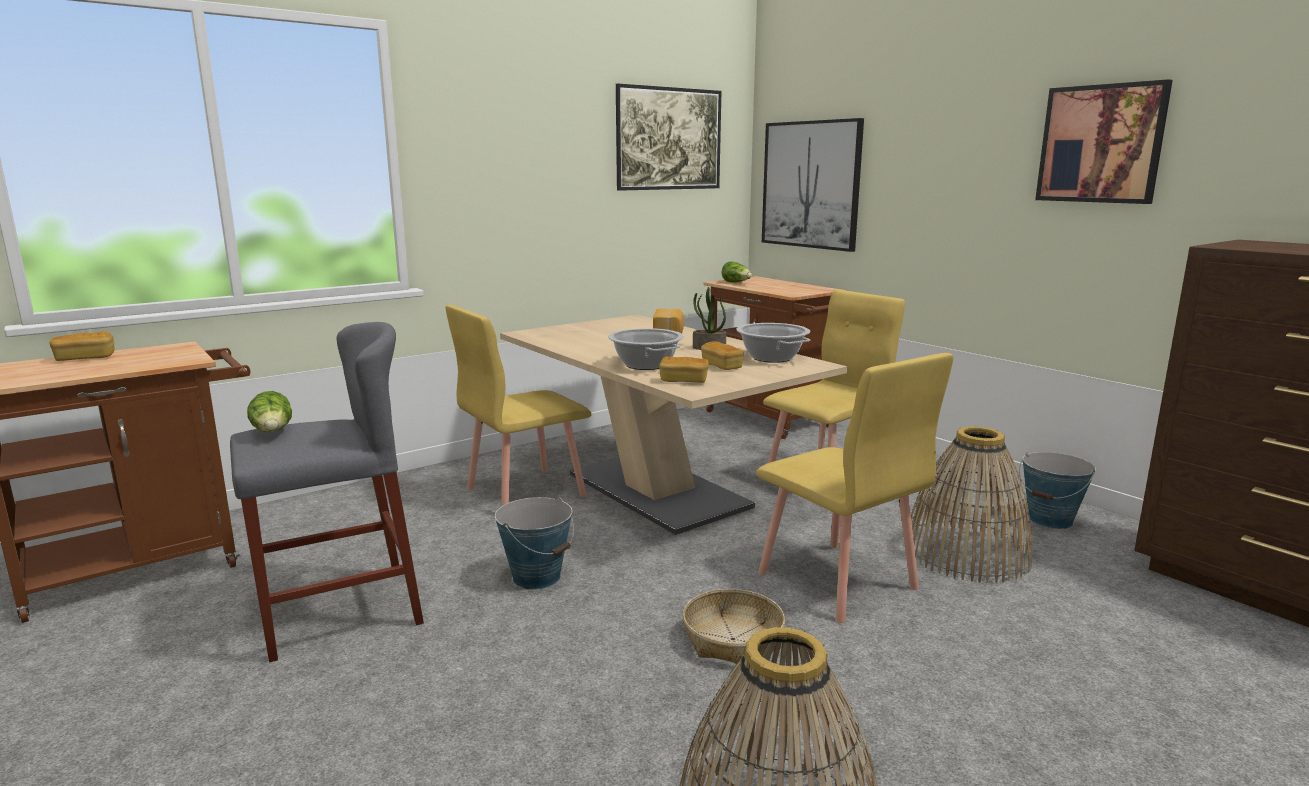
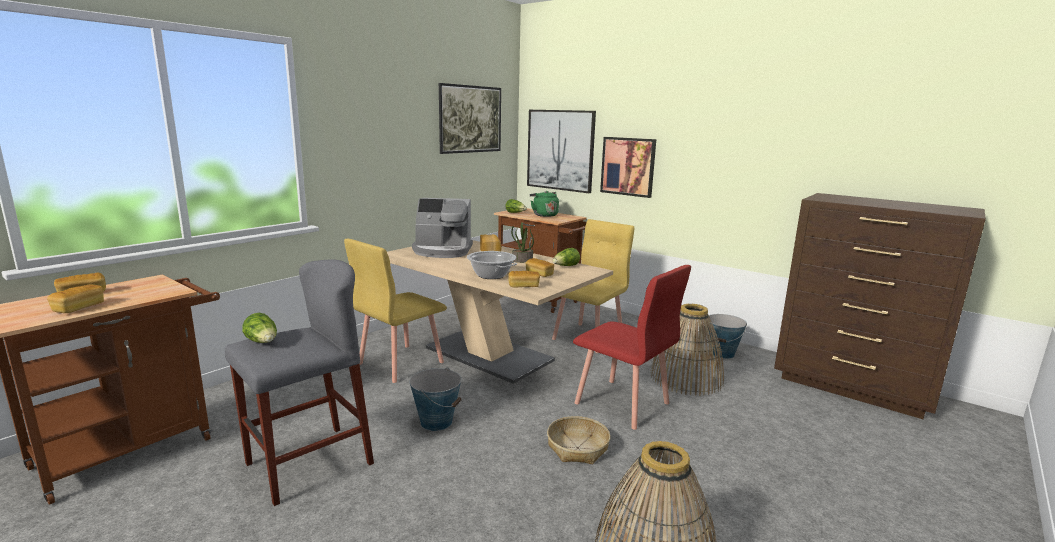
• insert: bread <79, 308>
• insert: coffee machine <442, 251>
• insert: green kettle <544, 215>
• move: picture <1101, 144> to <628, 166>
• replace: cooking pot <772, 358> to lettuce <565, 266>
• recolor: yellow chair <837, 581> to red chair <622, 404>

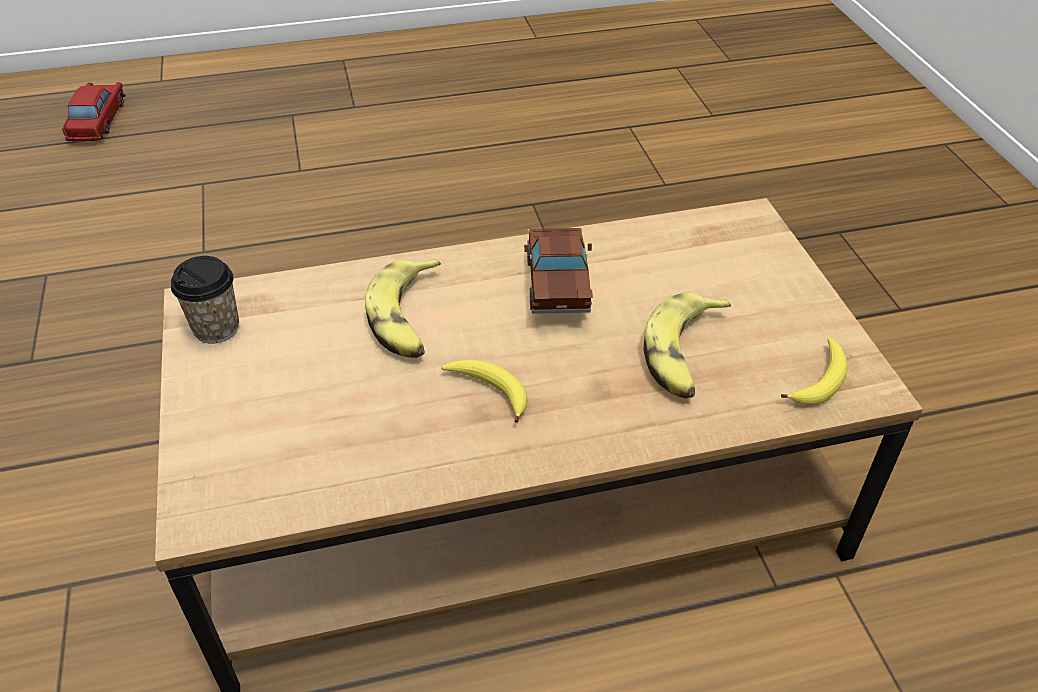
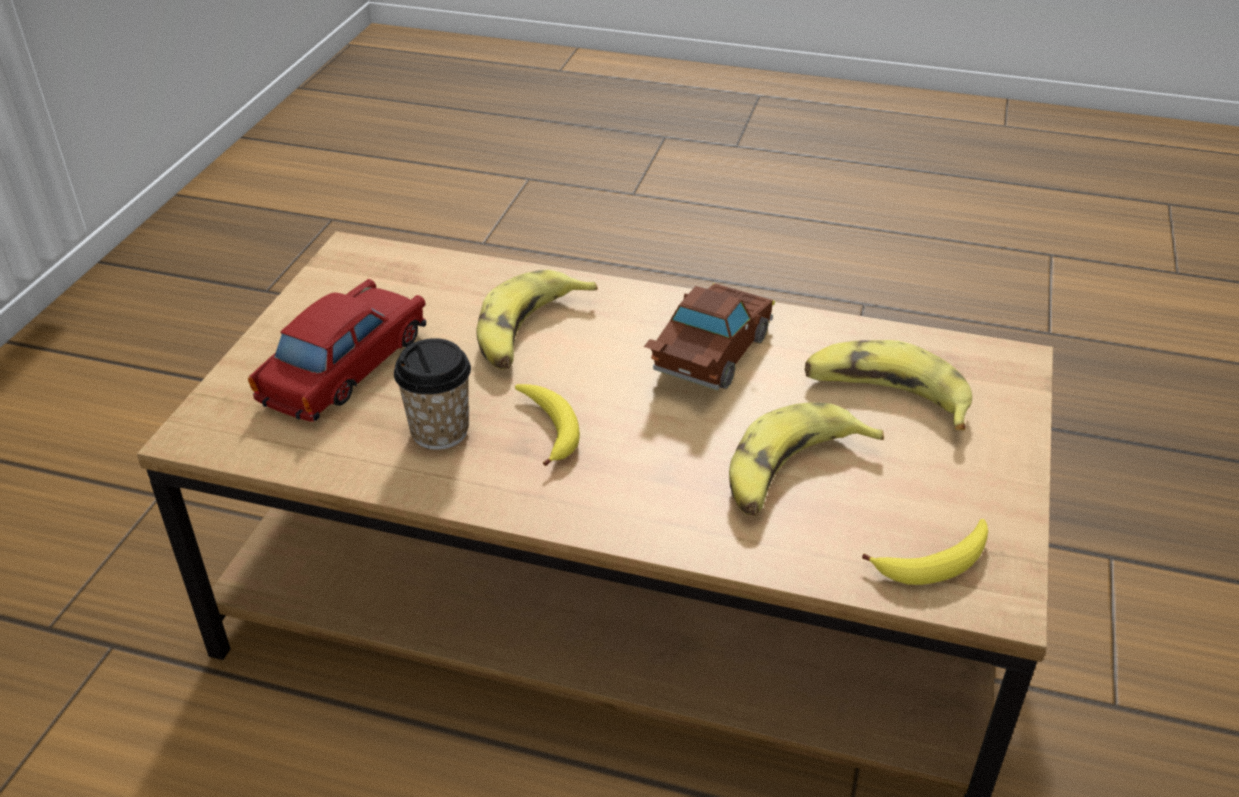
• insert: banana <885, 397>
• move: red toy car <97, 121> to <344, 367>
• move: cup <216, 328> to <440, 431>

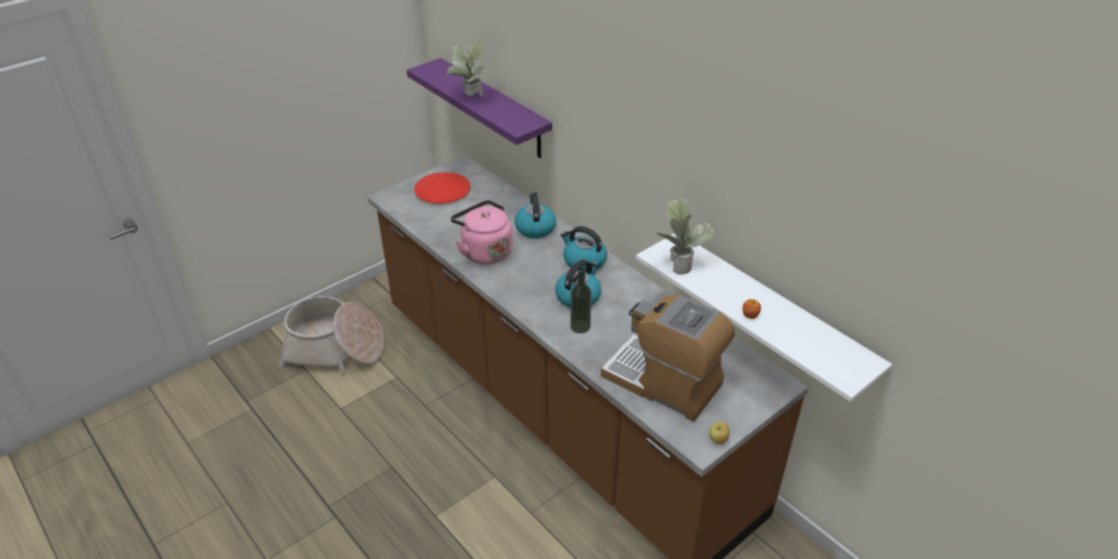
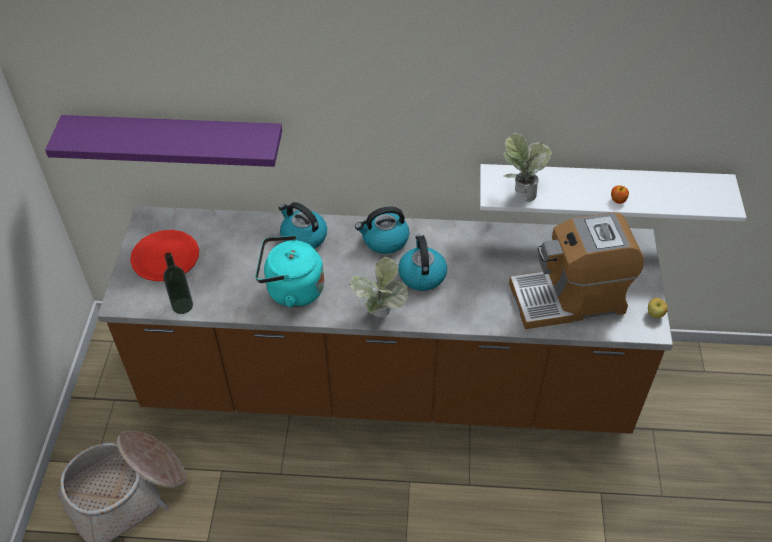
• move: potted plant <469, 98> to <379, 317>
• move: bottle <580, 326> to <182, 306>
• recolor: pink kettle <484, 251> to turquoise kettle <291, 290>

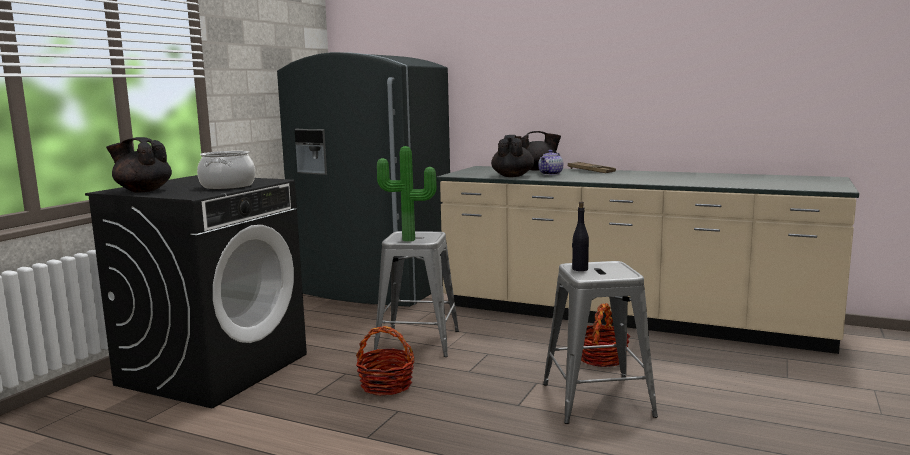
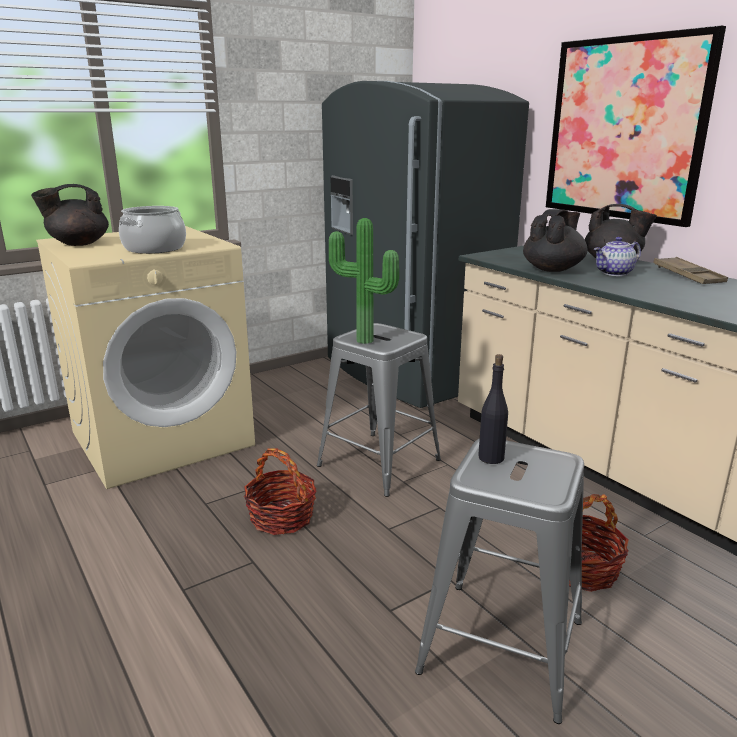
• insert: picture <625, 129>
• recolor: black washing machine <214, 369> to beige washing machine <163, 438>
• rotate: black teapot <143, 191> = <78, 244> 75 degrees counterclockwise

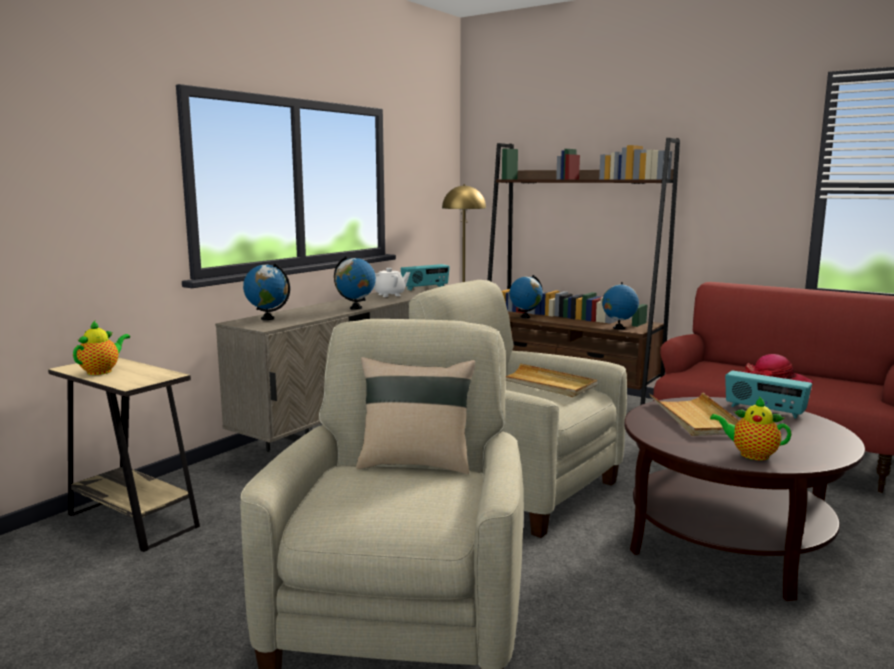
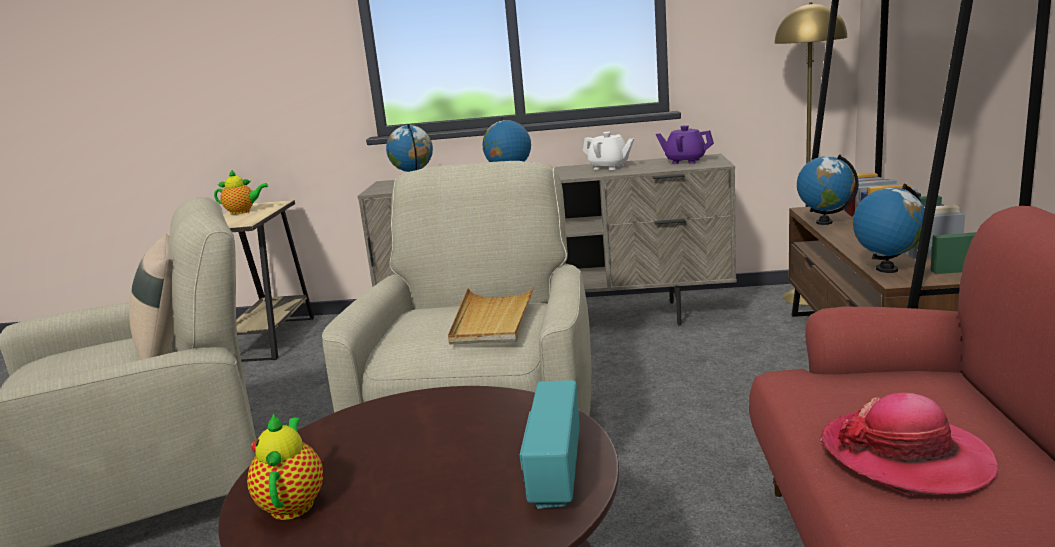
• delete: beige tray <696, 418>
• replace: radio <425, 288> to purple teapot <685, 161>

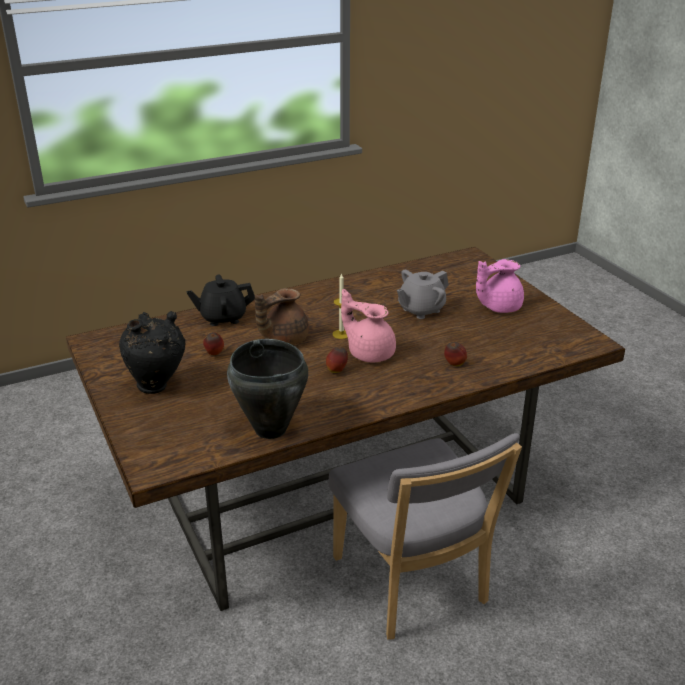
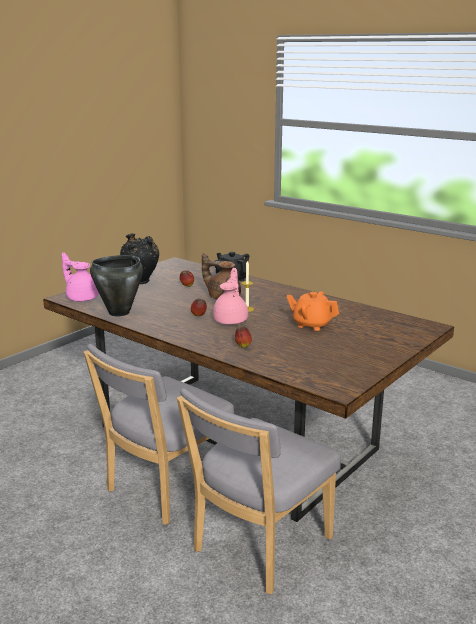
• insert: grey chair <258, 547>
• move: pink teapot <498, 307> to <82, 298>
• recolor: grey teapot <421, 310> to orange teapot <311, 324>

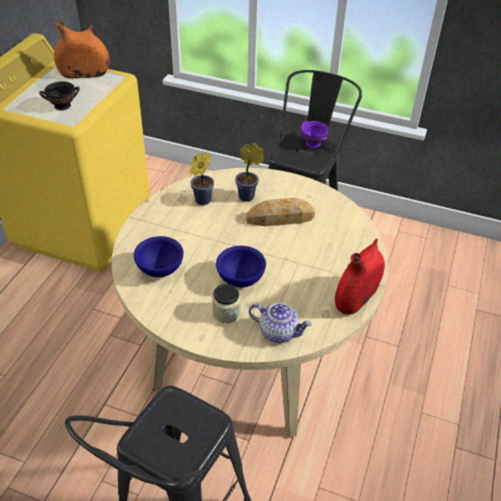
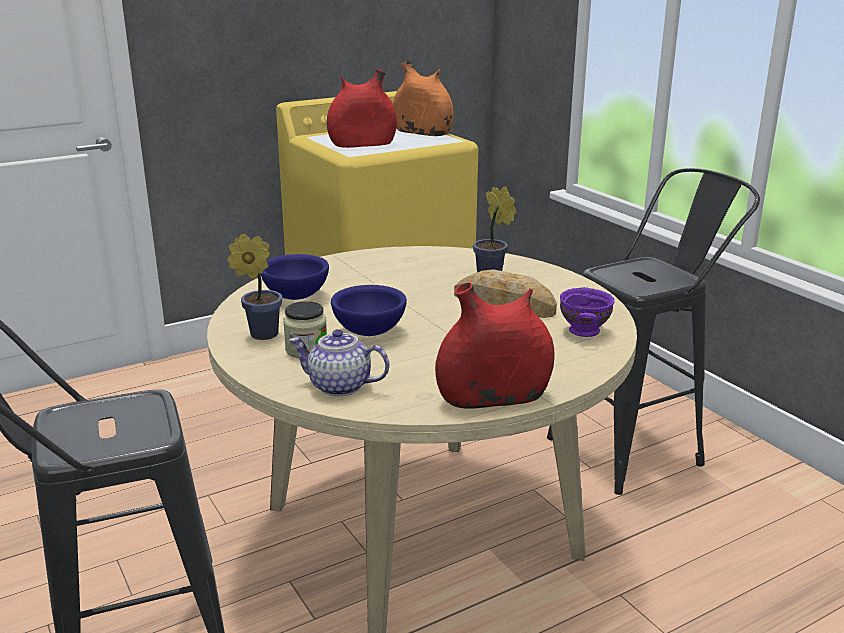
• move: potted plant <201, 201> to <260, 334>
• move: purple bowl <313, 144> to <583, 331>
• replace: black bowl <62, 106> to red vase <362, 144>
• rotate: teapot <279, 332> = <339, 386> 135 degrees clockwise

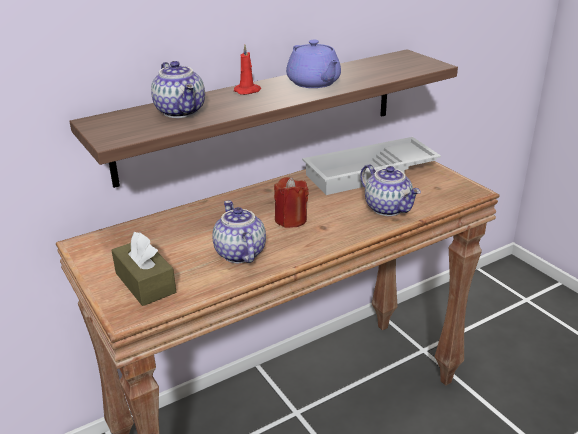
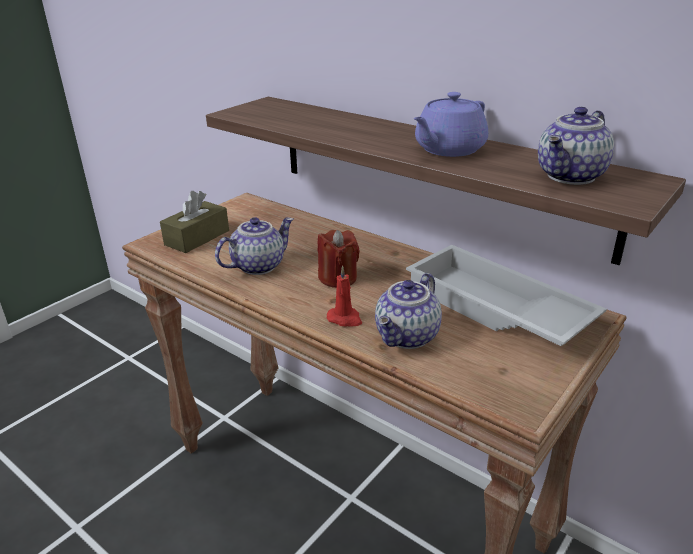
• move: teapot <182, 112> to <571, 177>
• move: red candle <248, 91> to <345, 319>

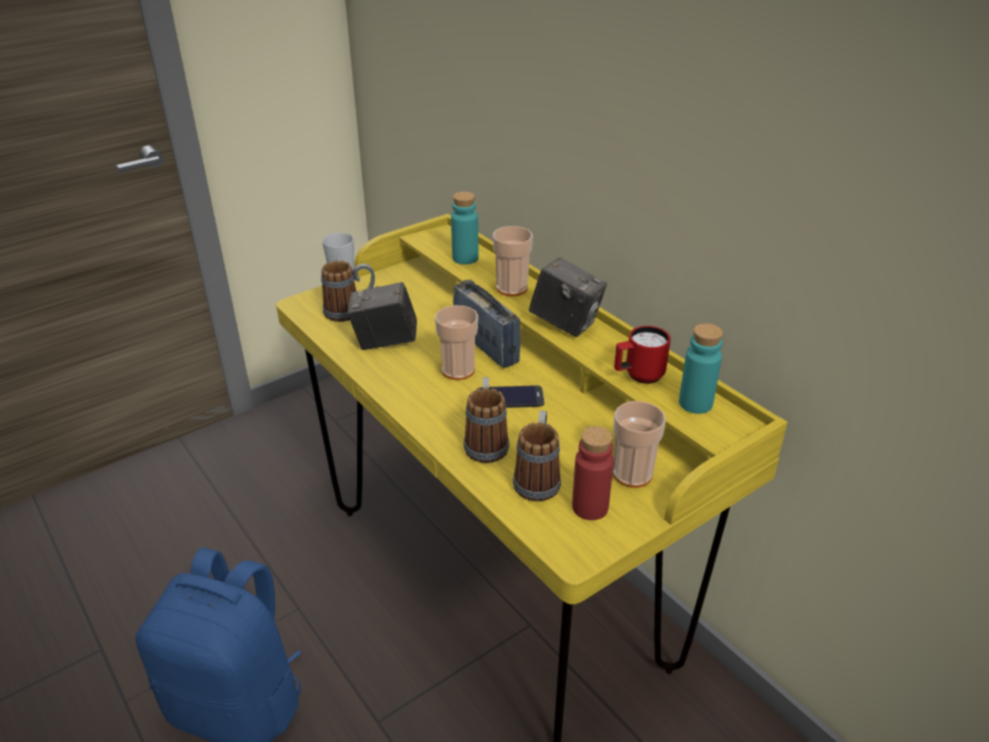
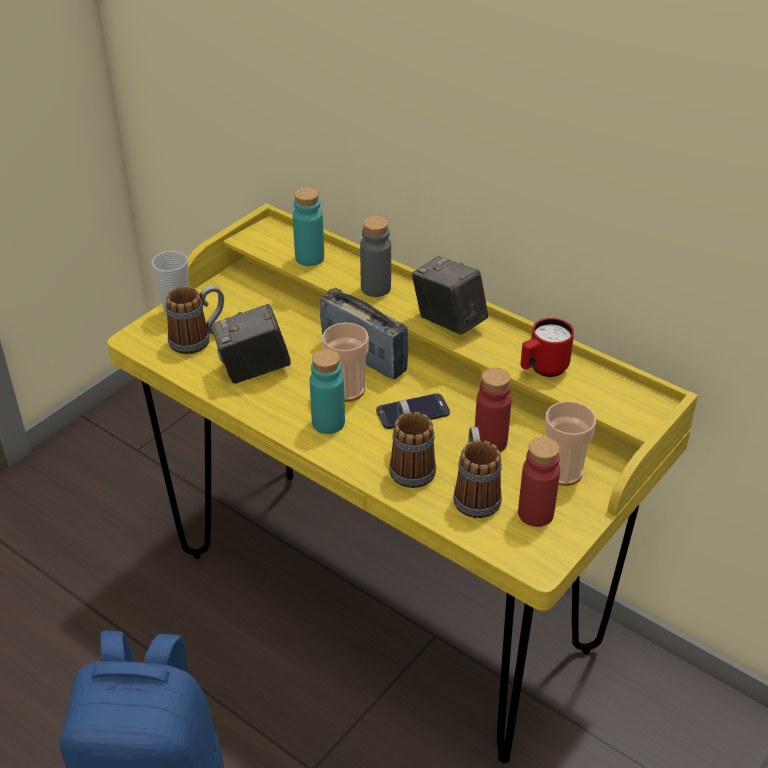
• insert: red bottle <490, 442>
• move: turquoise bottle <695, 403> to <328, 423>
• replace: cup <511, 288> to grey bottle <375, 288>
• rotate: photo camera <565, 323> = <448, 321> 150 degrees counterclockwise

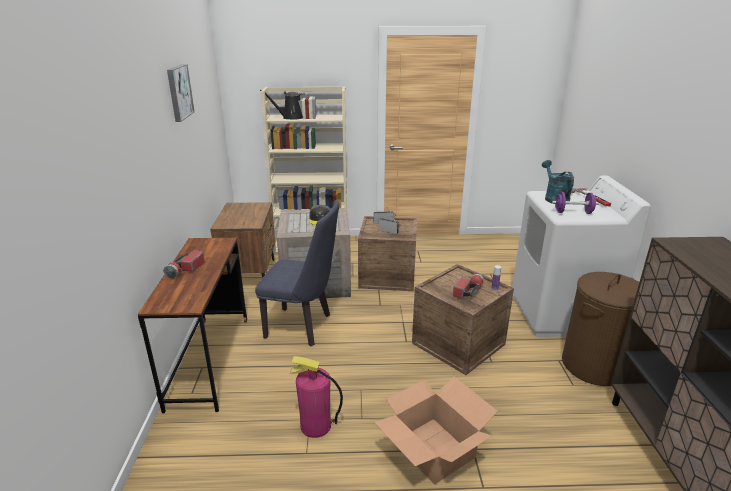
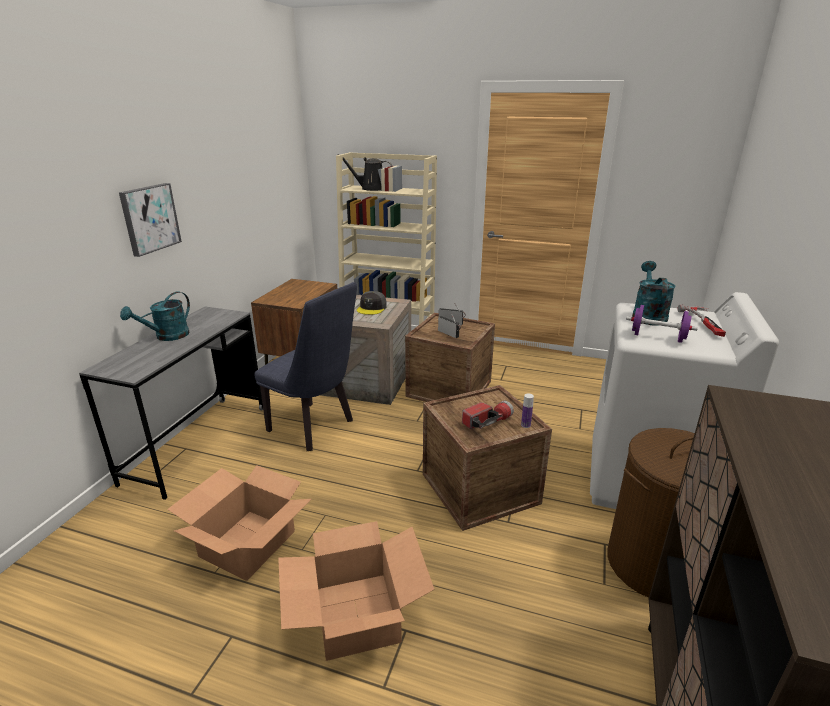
• move: picture <179, 92> to <149, 218>
• replace: flashlight <185, 269> to turquoise watering can <167, 337>
• replace: fire extinguisher <315, 426> to cardboard box <247, 543>
• recolor: brown desk <209, 361> to grey desk <197, 443>

